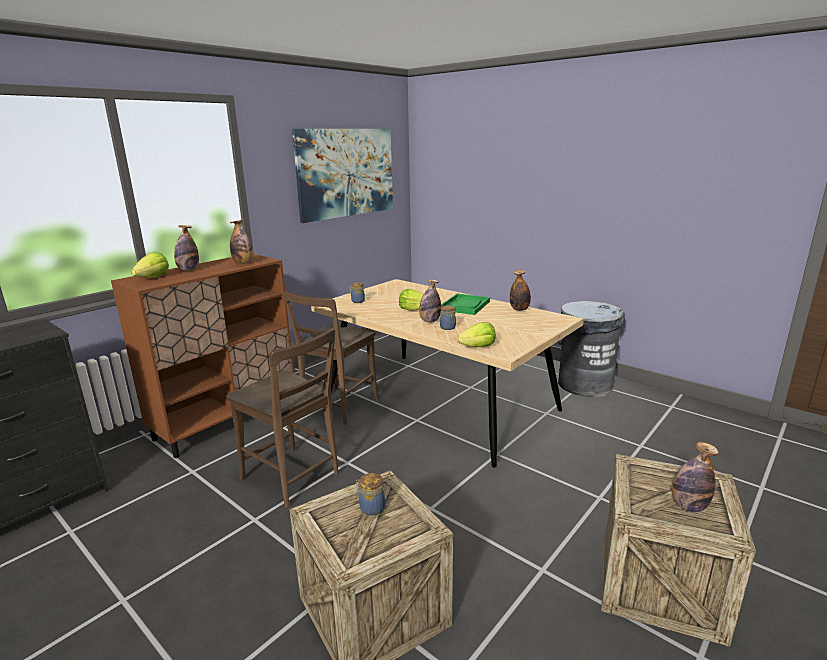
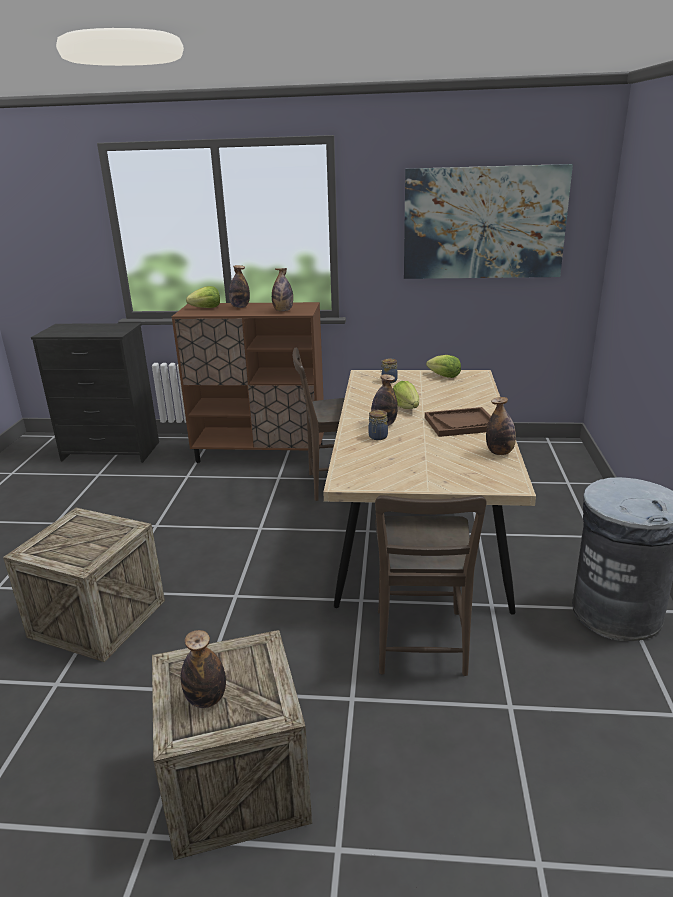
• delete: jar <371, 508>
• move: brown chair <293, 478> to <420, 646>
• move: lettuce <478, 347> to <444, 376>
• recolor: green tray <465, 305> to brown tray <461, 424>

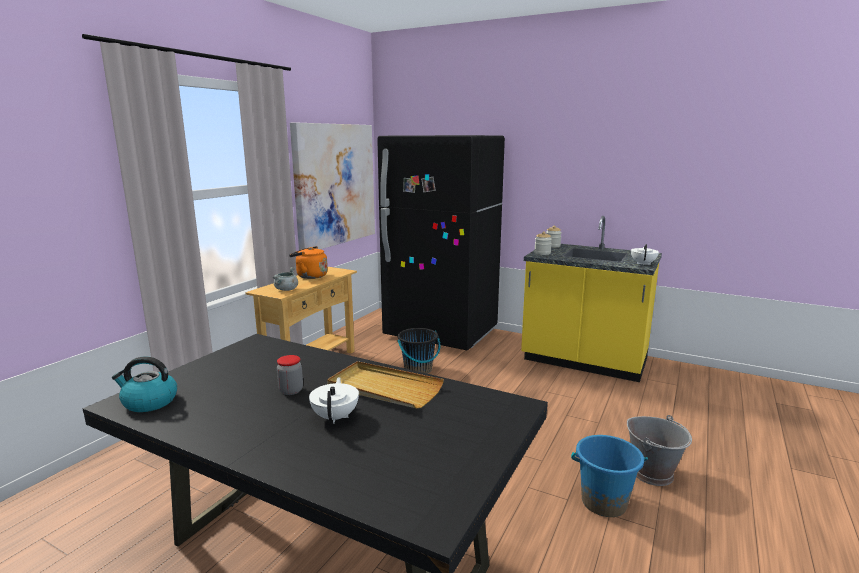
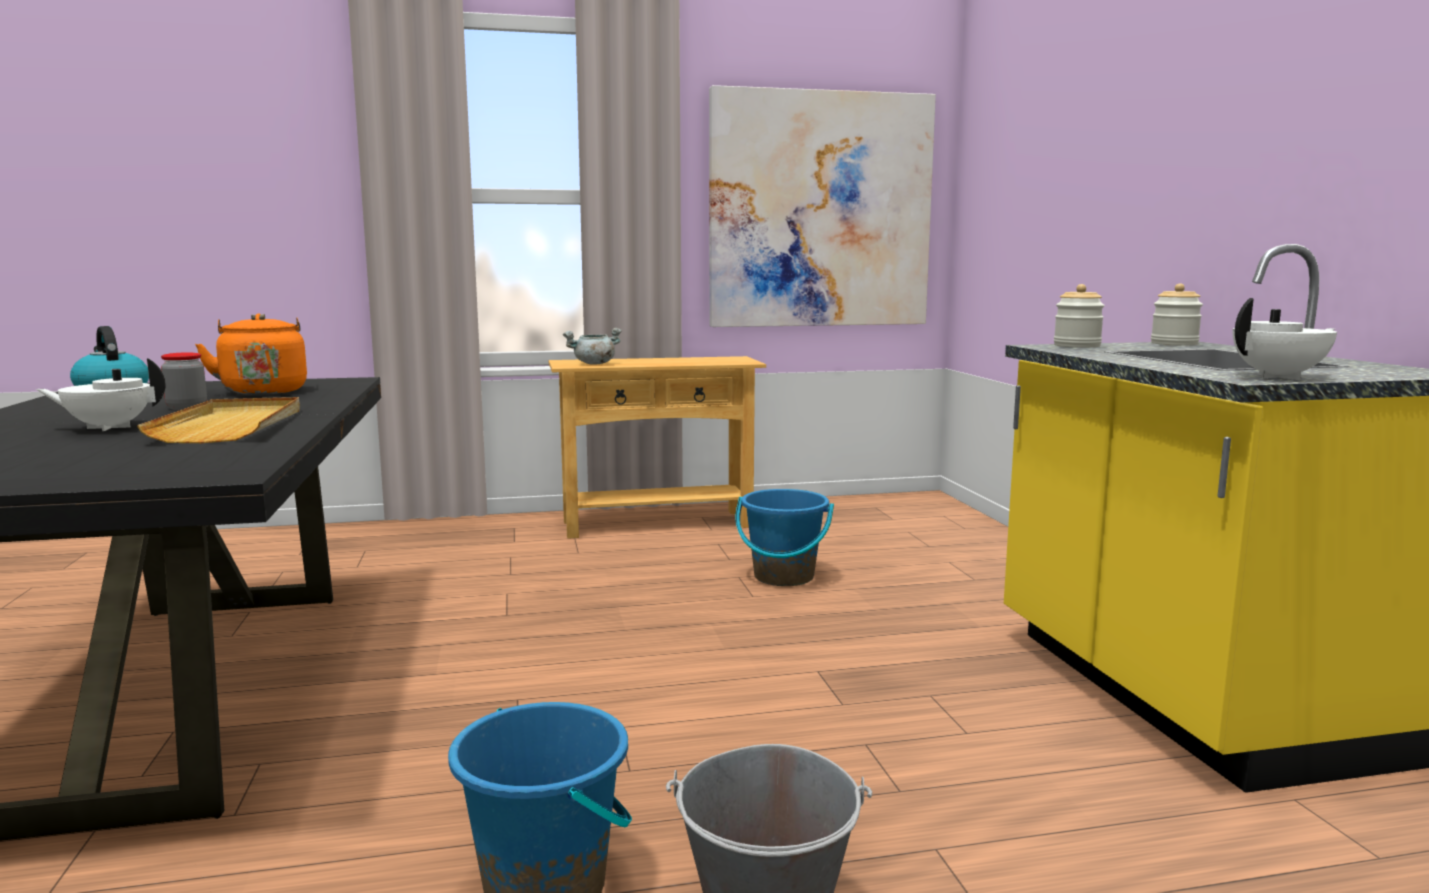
• delete: black fridge <441, 333>
• move: orange kettle <310, 276> to <263, 391>
• recolor: black bucket <418, 369> to blue bucket <783, 577>
• rotate: white teapot <336, 417> = <108, 427> 150 degrees counterclockwise

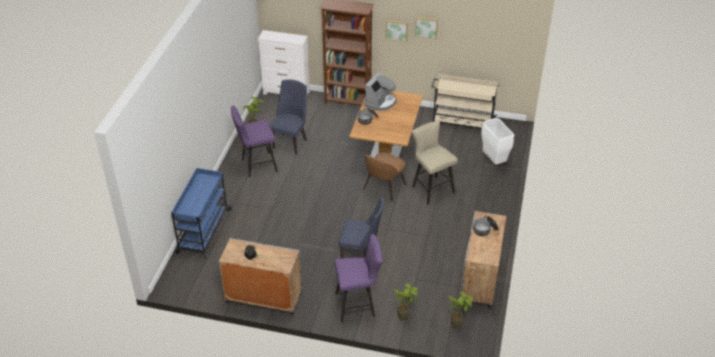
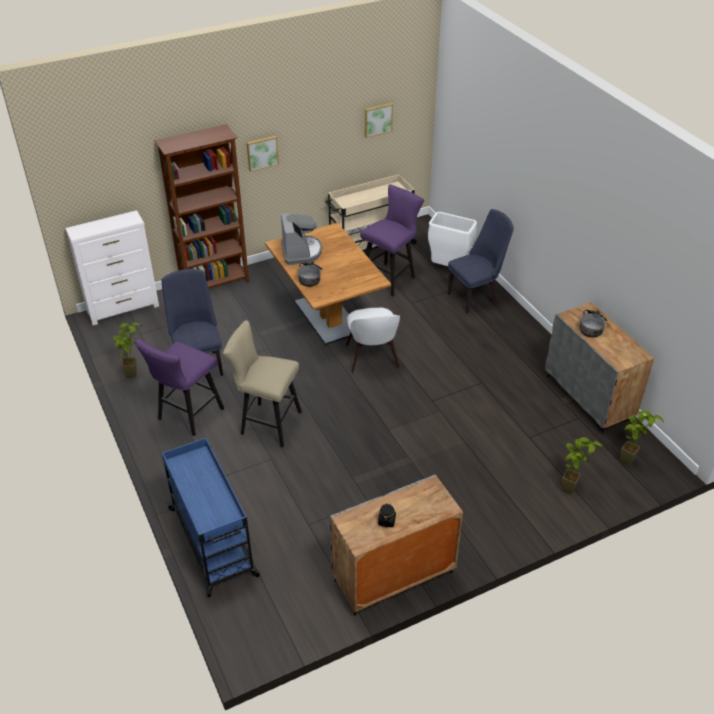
• move: purple stool <358, 305> to <390, 277>
• move: blue chair <361, 256> to <475, 297>
• move: beige stool <431, 188> to <267, 423>
• move: picture <426, 27> to <377, 119>
• recolor: brown chair <383, 188> to white chair <372, 358>

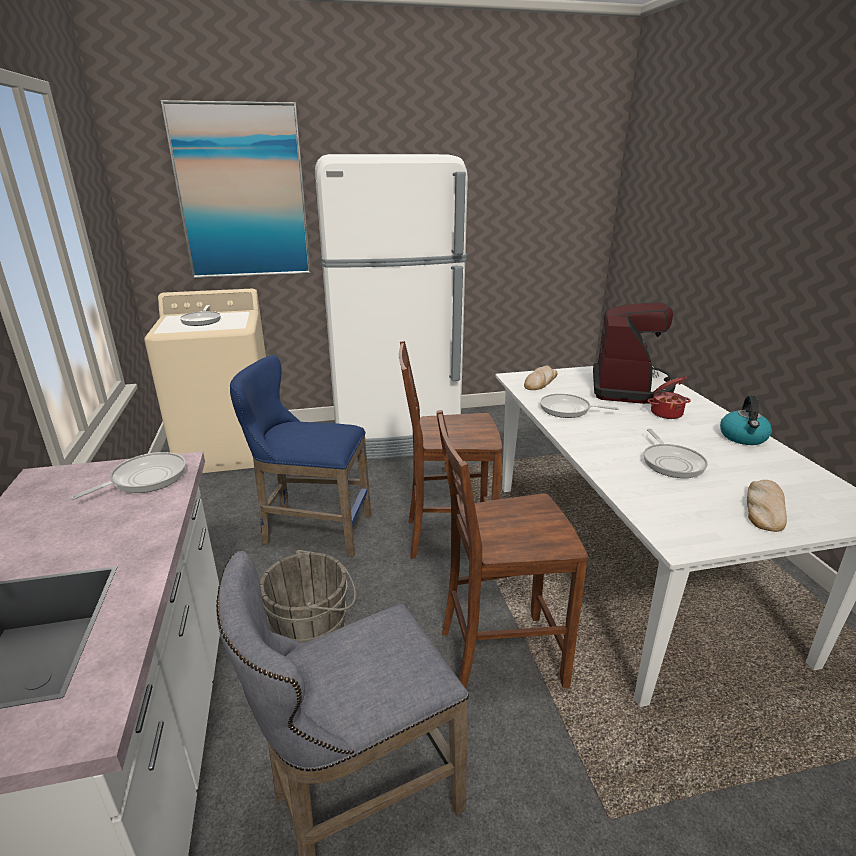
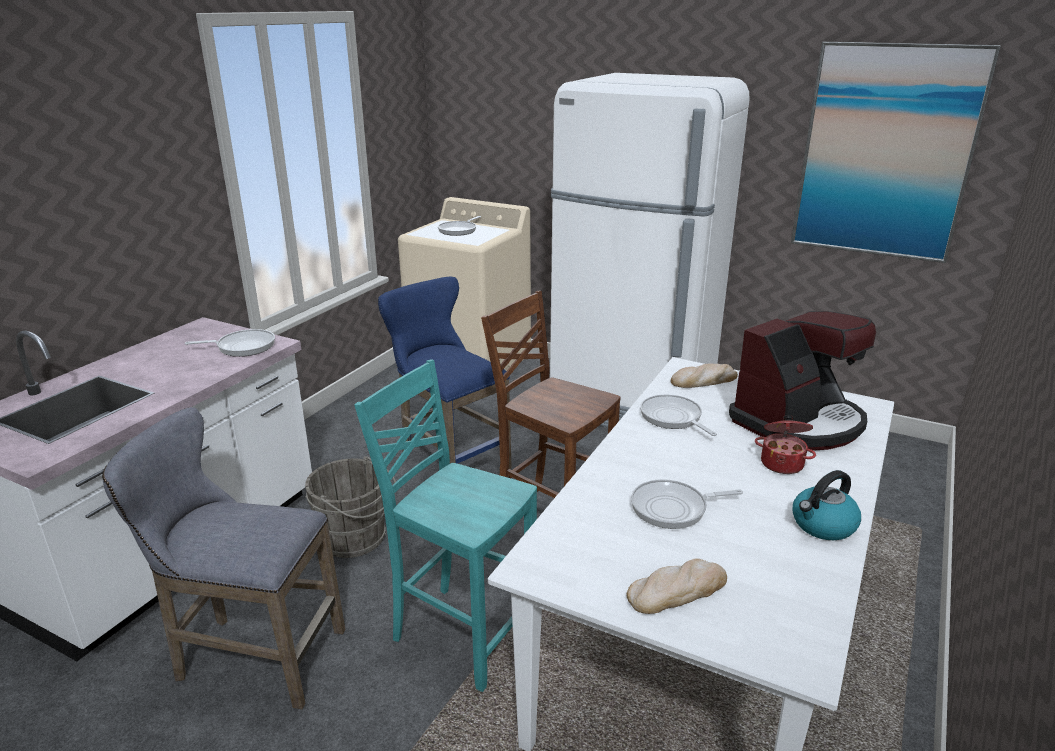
• move: picture <242, 193> to <885, 153>
• recolor: brown chair <497, 655> to turquoise chair <461, 632>
• rotate: frying pan <671, 462> = <673, 508> 45 degrees clockwise

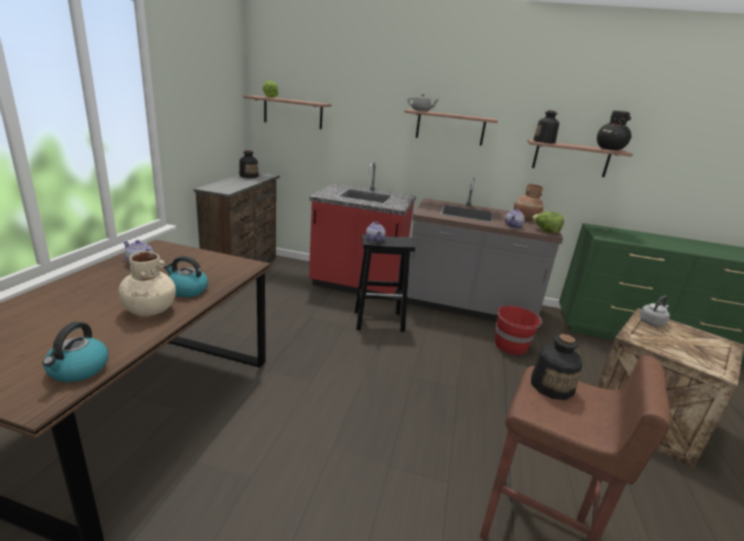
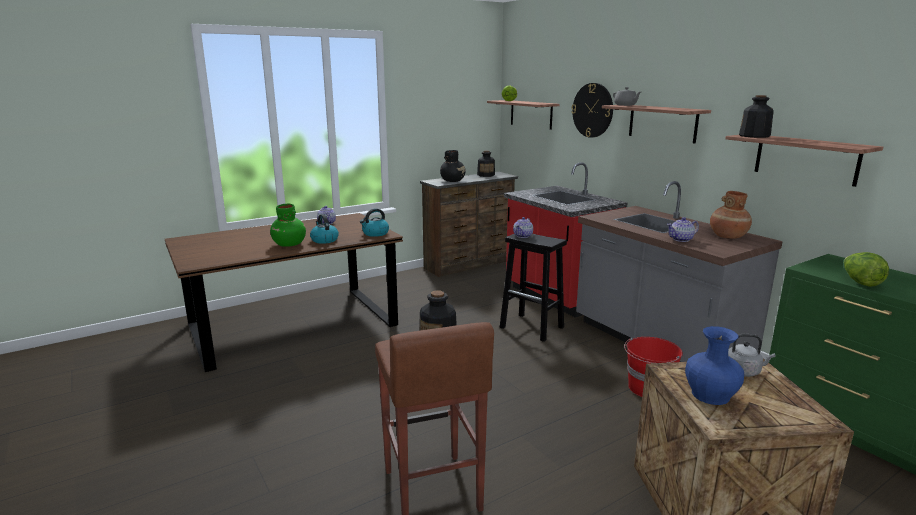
• insert: wall clock <592, 110>
• insert: blue vase <709, 395>
• move: kettle <78, 370> to <375, 233>
• move: lettuce <545, 231> to <860, 282>
• move: black vase <609, 149> to <453, 181>
• recolor: beige vase <150, 310> to green vase <289, 244>

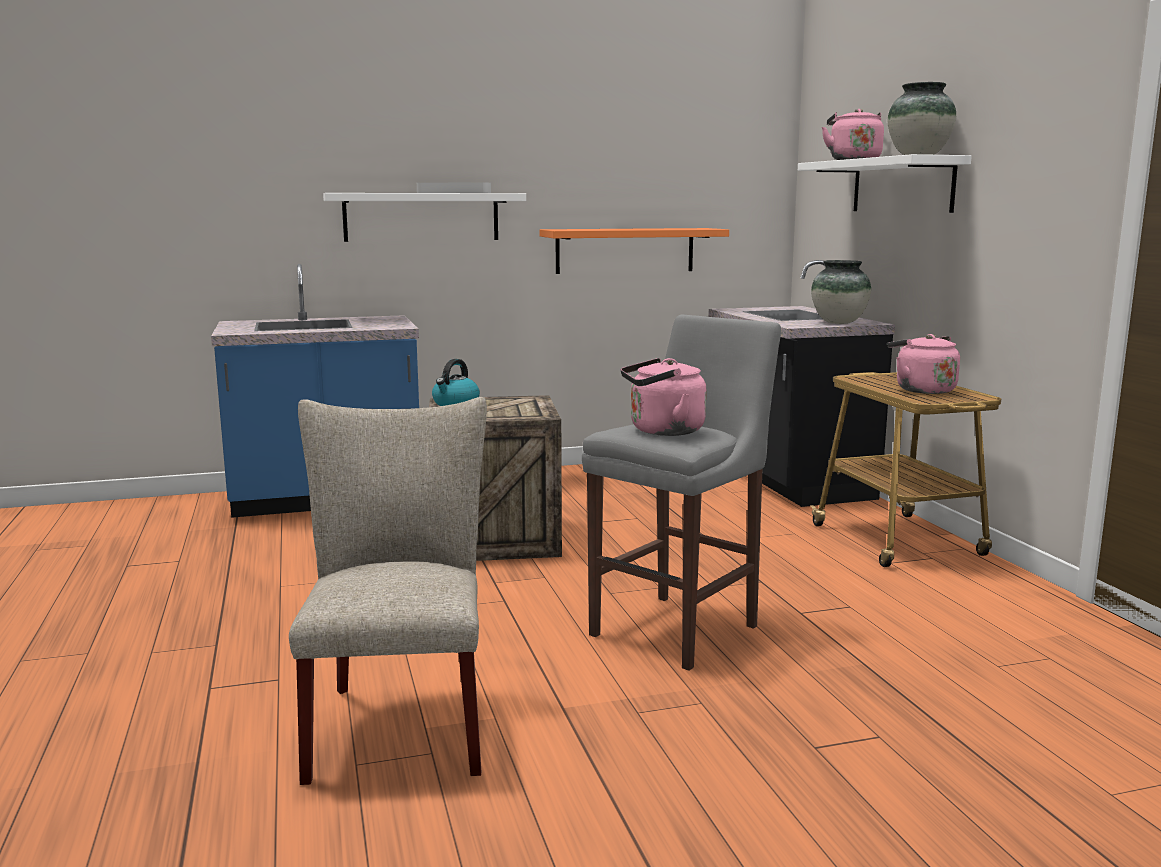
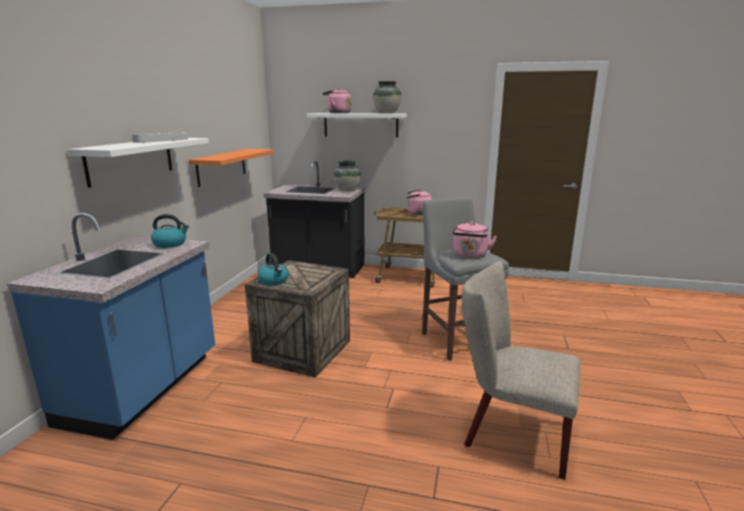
• insert: kettle <170, 244>

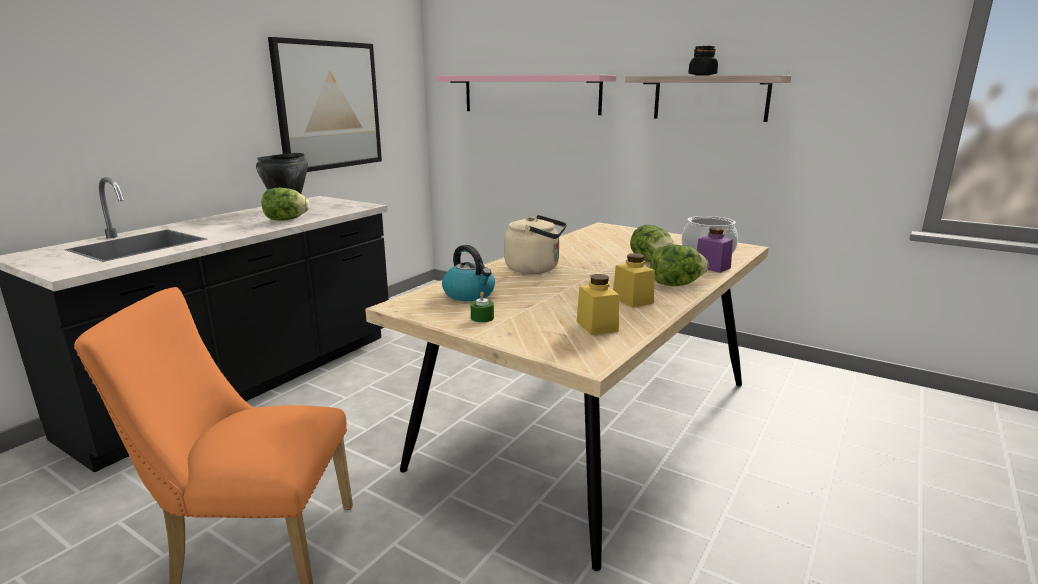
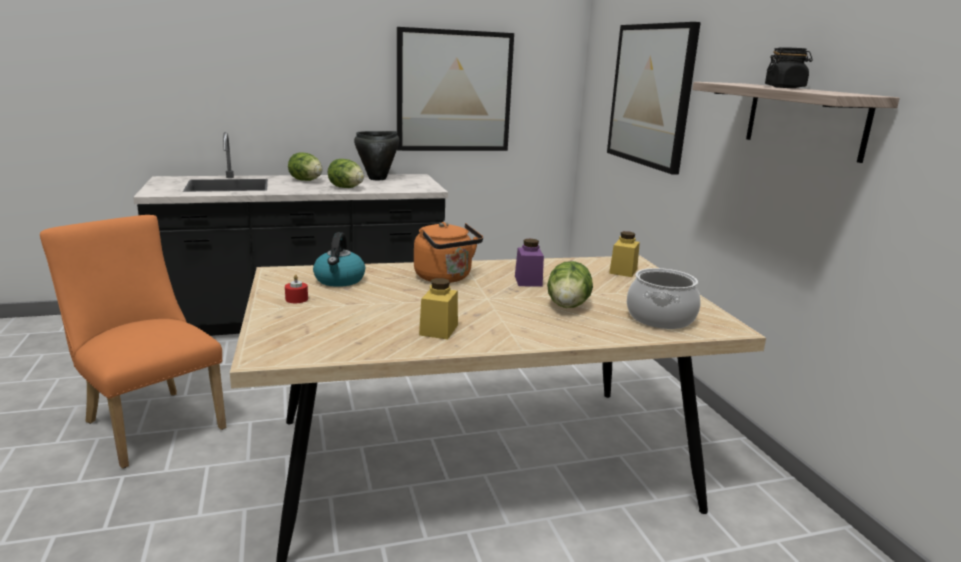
• move: yellow jar <597, 326> to <623, 271>
• move: lettuce <675, 284> to <306, 180>
• move: purple jar <712, 267> to <528, 281>
• replace: pink shelf <530, 94> to picture <651, 95>
• recolor: green candle <482, 318> to red candle <296, 299>
• recolor: beige kettle <536, 269> to orange kettle <445, 278>

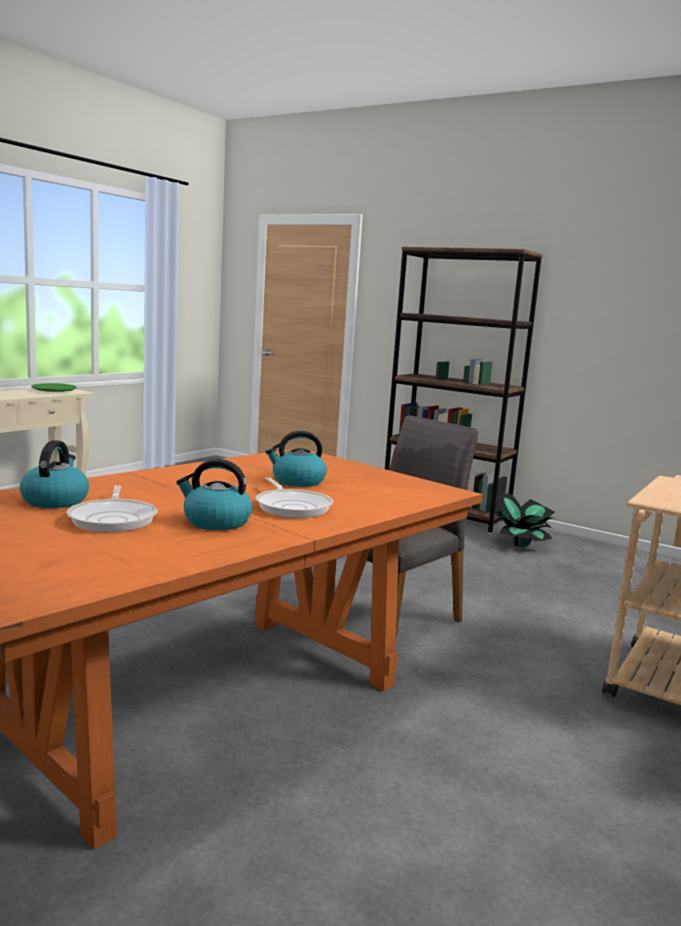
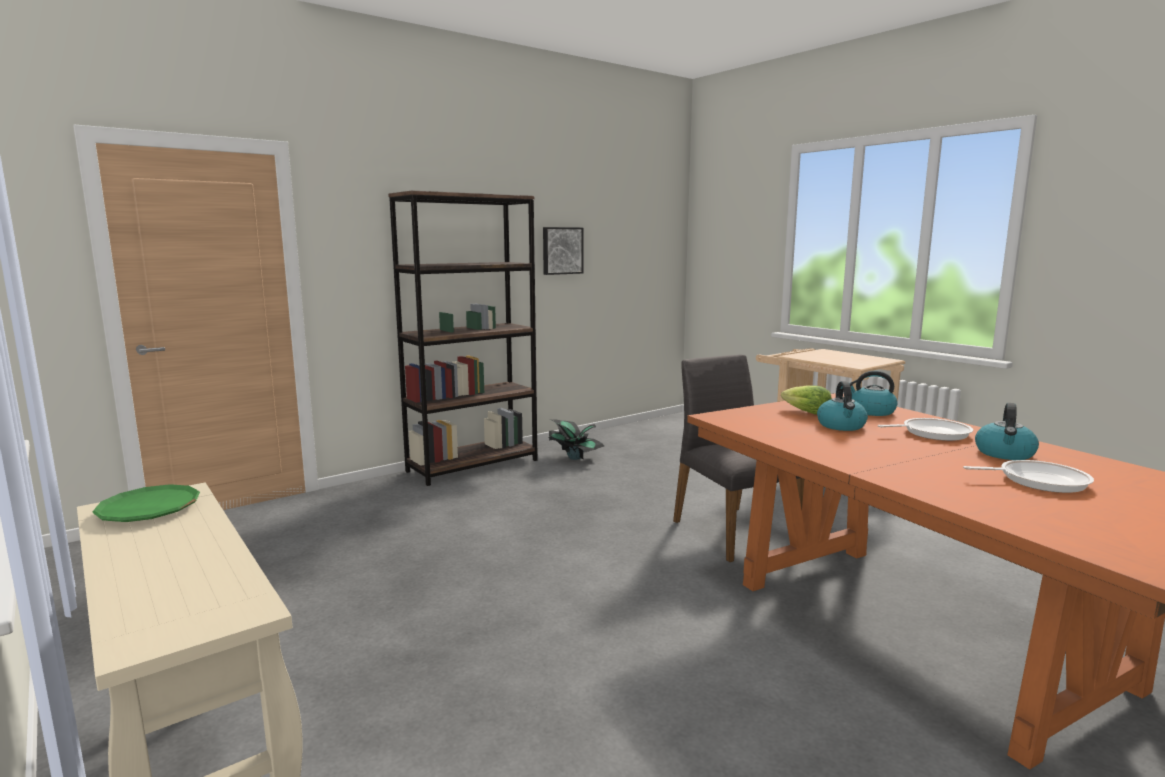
• insert: picture <562, 250>
• insert: lettuce <806, 412>
• move: kettle <55, 500> to <871, 411>

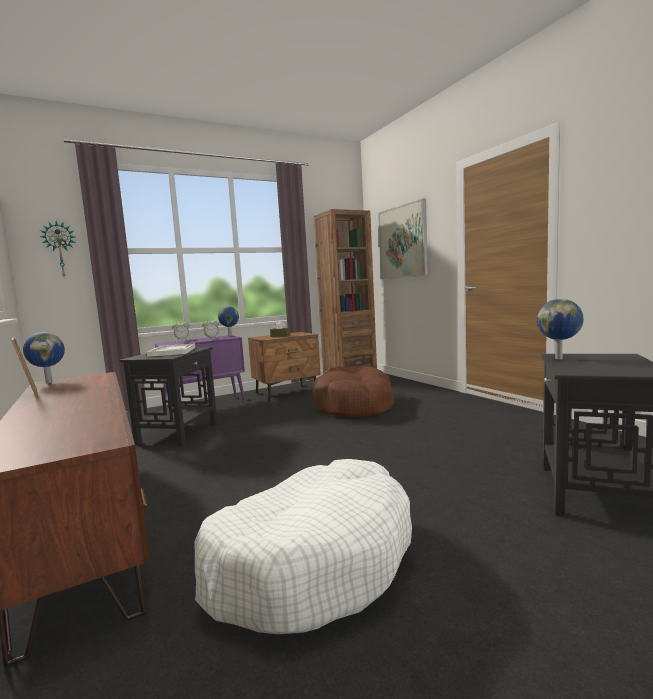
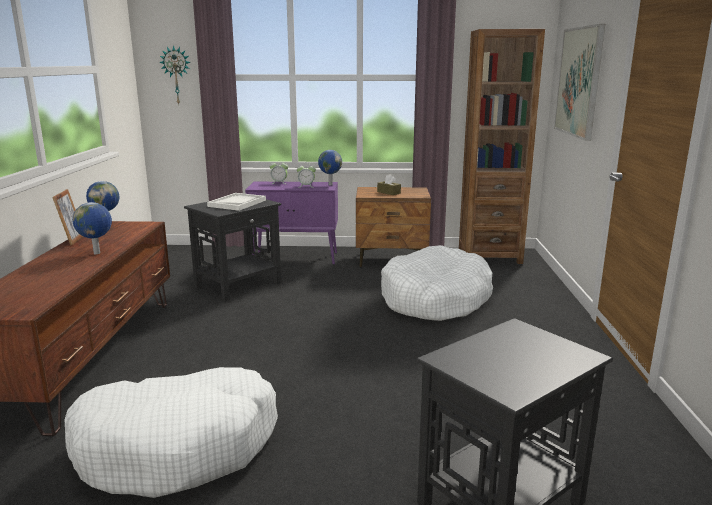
• move: globe <559, 358> to <97, 253>
• recolor: brown dog bed <355, 405> to white dog bed <435, 299>

